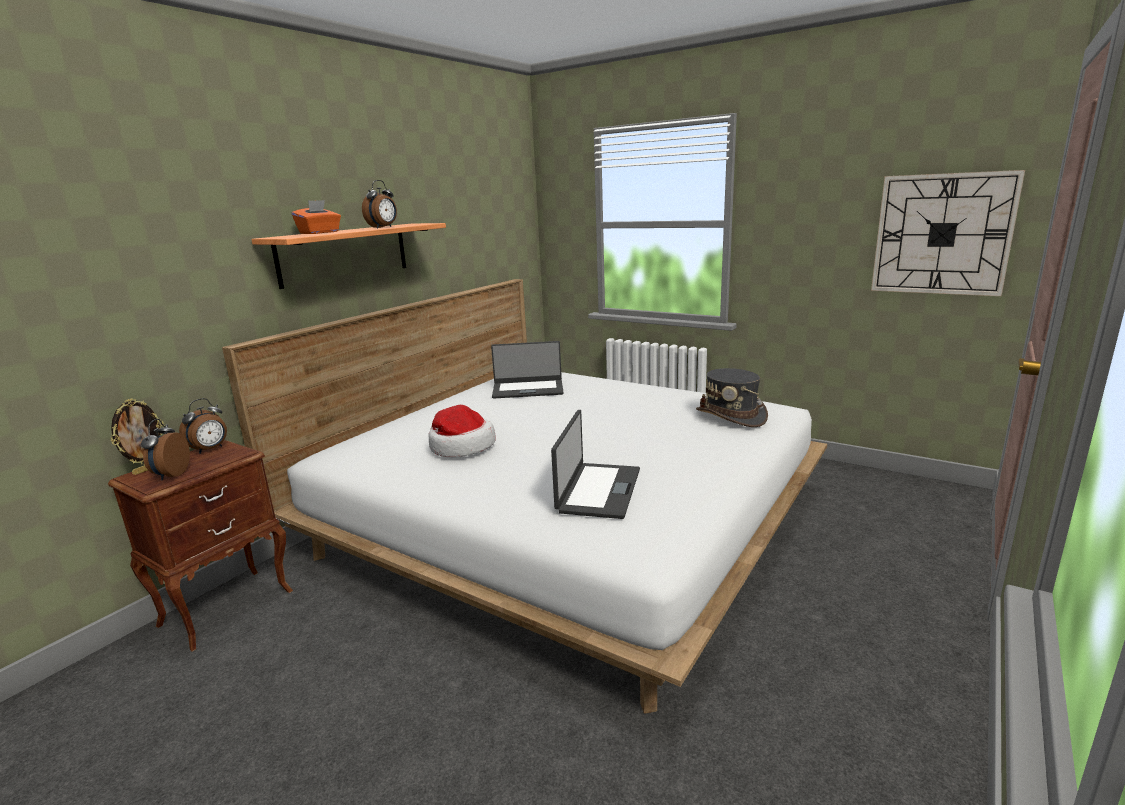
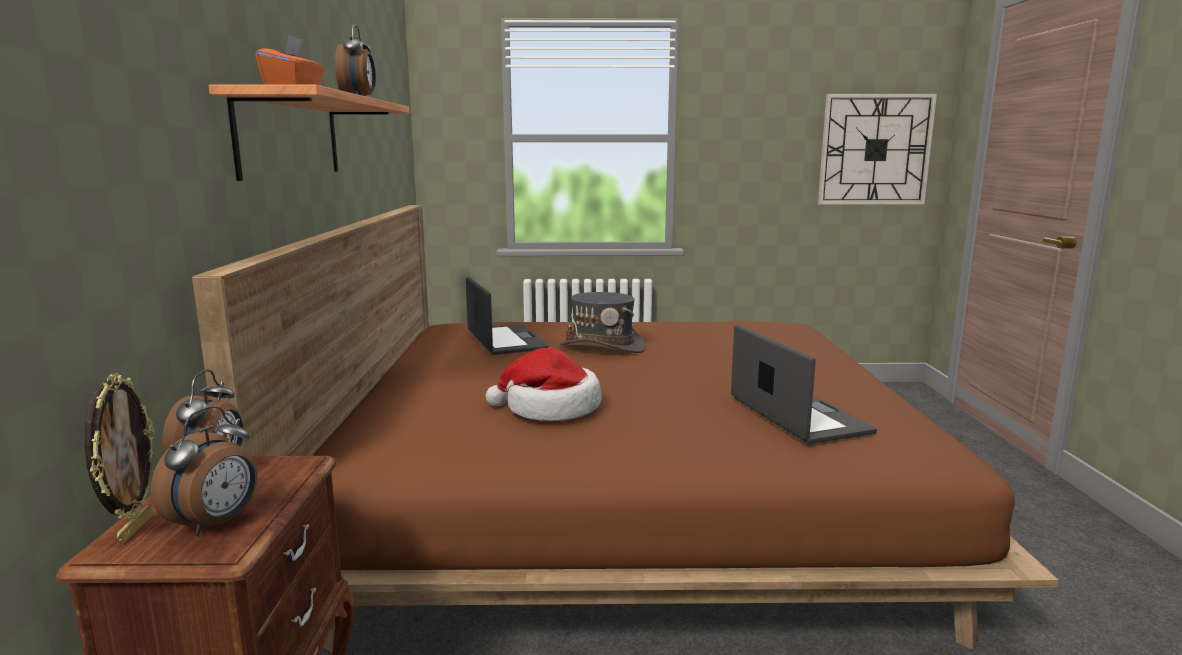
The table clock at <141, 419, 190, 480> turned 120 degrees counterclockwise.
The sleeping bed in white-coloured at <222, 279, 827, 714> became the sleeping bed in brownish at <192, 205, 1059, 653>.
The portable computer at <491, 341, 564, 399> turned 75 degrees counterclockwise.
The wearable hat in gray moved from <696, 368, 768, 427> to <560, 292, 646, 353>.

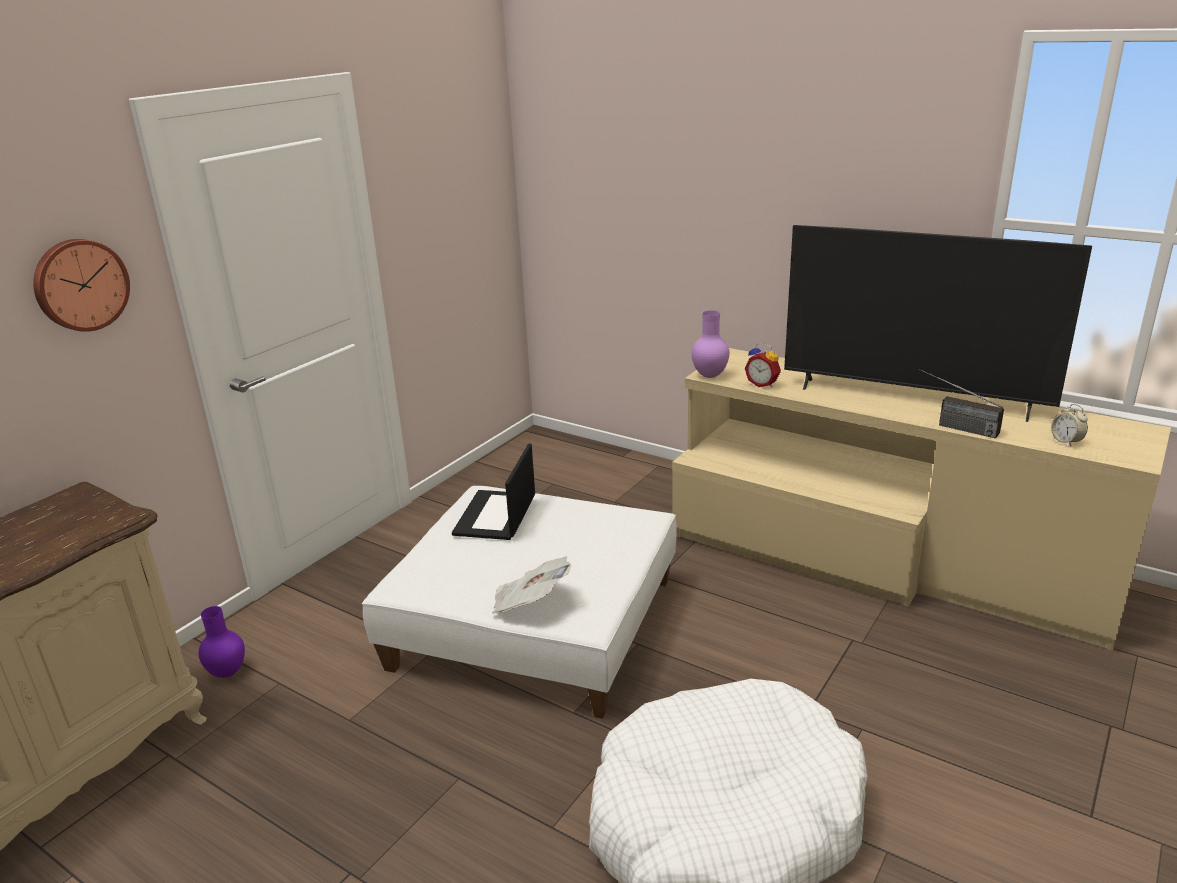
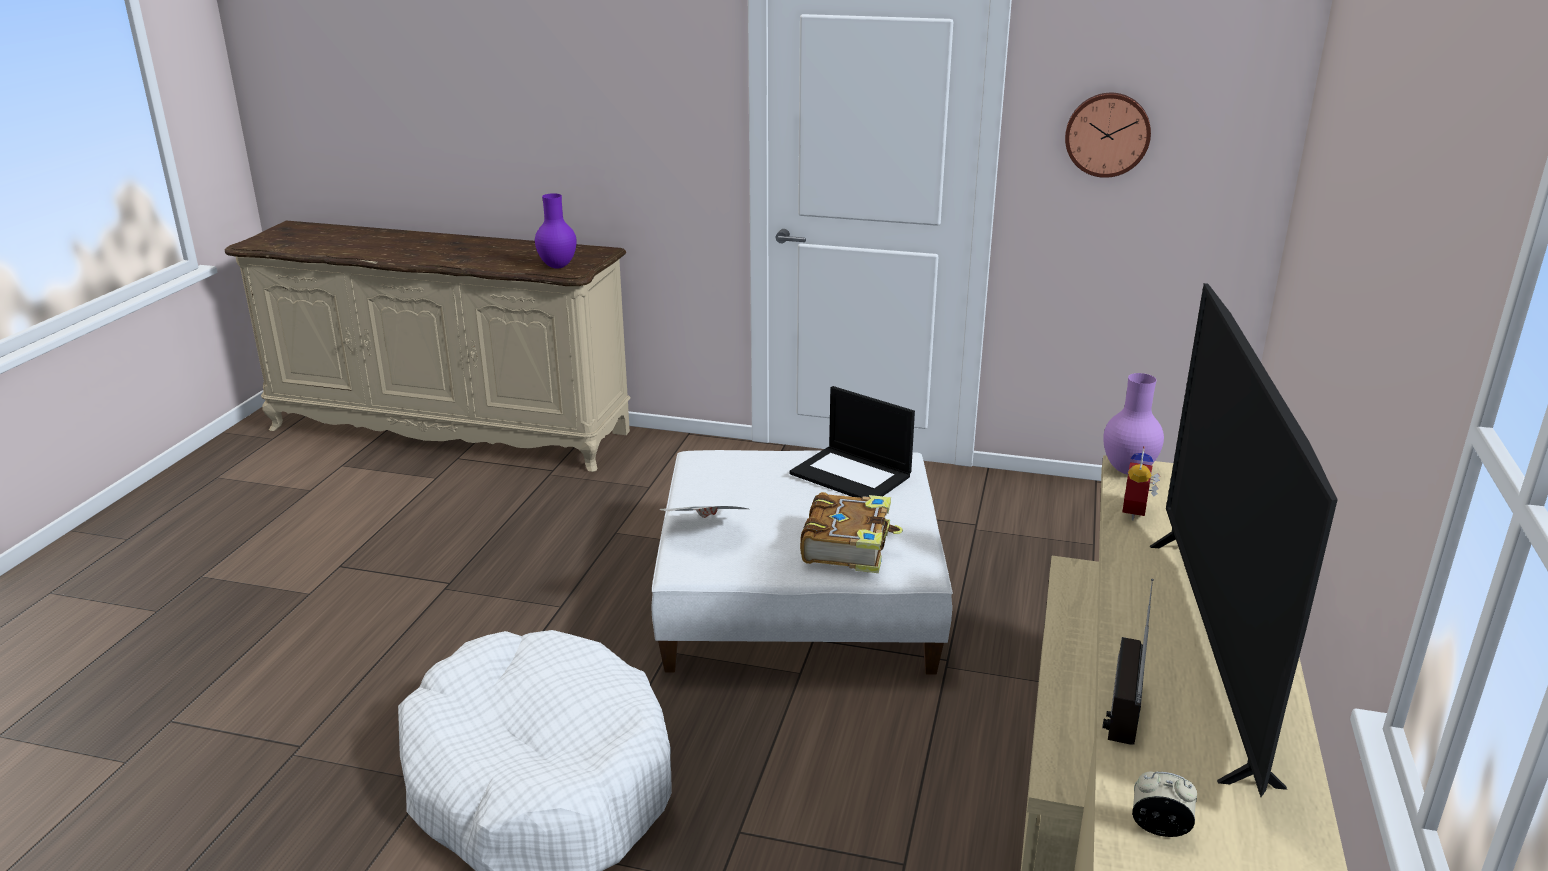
The wall clock moved from <33, 239, 130, 332> to <1065, 93, 1151, 178>.
The flower vase in purple moved from <199, 606, 245, 678> to <535, 193, 577, 269>.
The portable computer at <452, 443, 535, 540> turned 135 degrees counterclockwise.
The table clock at <1051, 404, 1088, 447> turned 60 degrees clockwise.
The book at <800, 492, 903, 573> appeared.

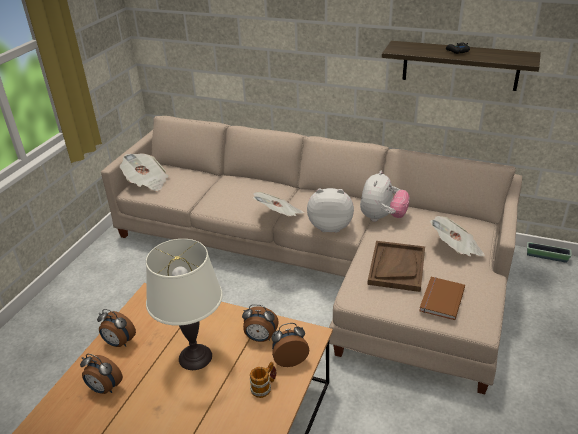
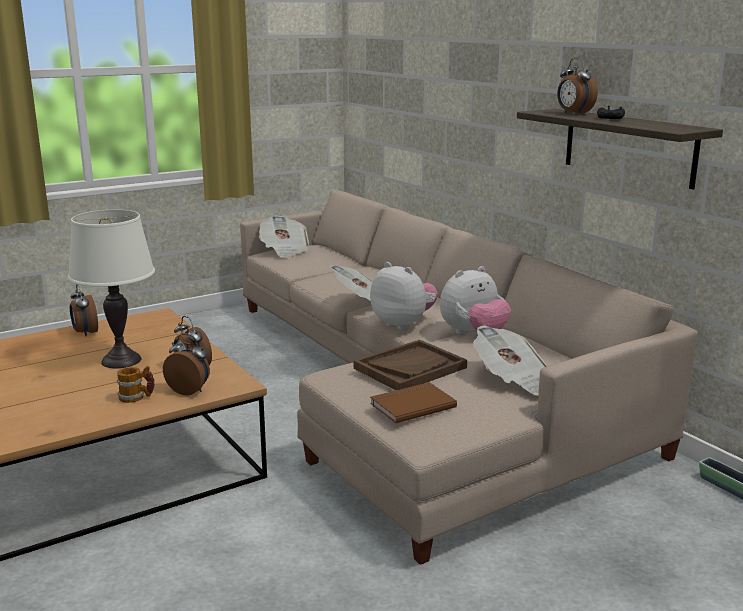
The table clock moved from <80, 354, 123, 394> to <557, 58, 598, 115>.

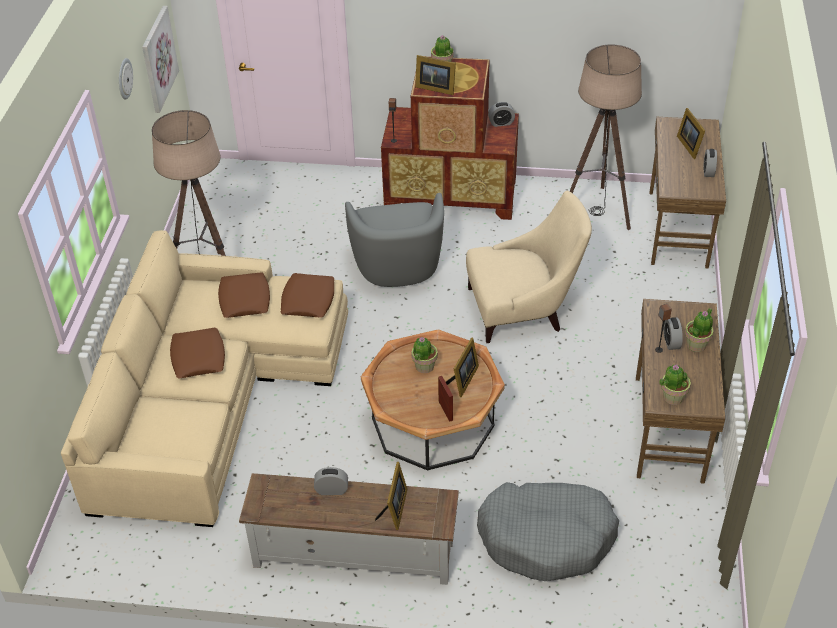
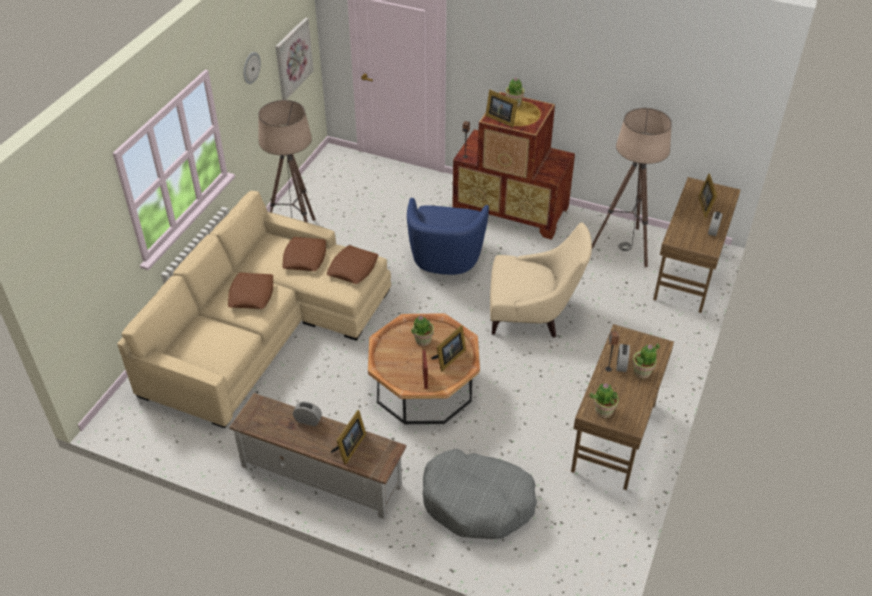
The lounge chair in gray at <345, 193, 444, 287> became the lounge chair in blue at <407, 198, 489, 275>.
The table clock at <488, 102, 515, 127> disappeared.

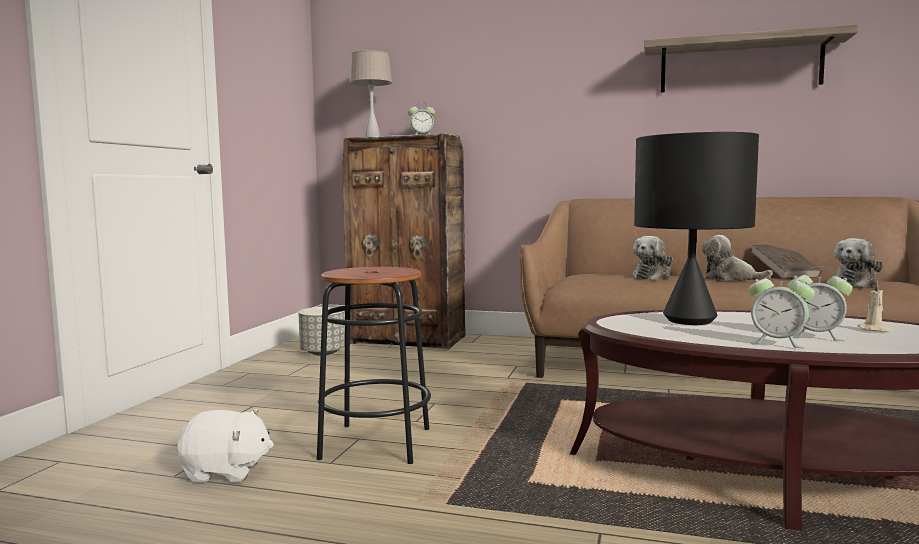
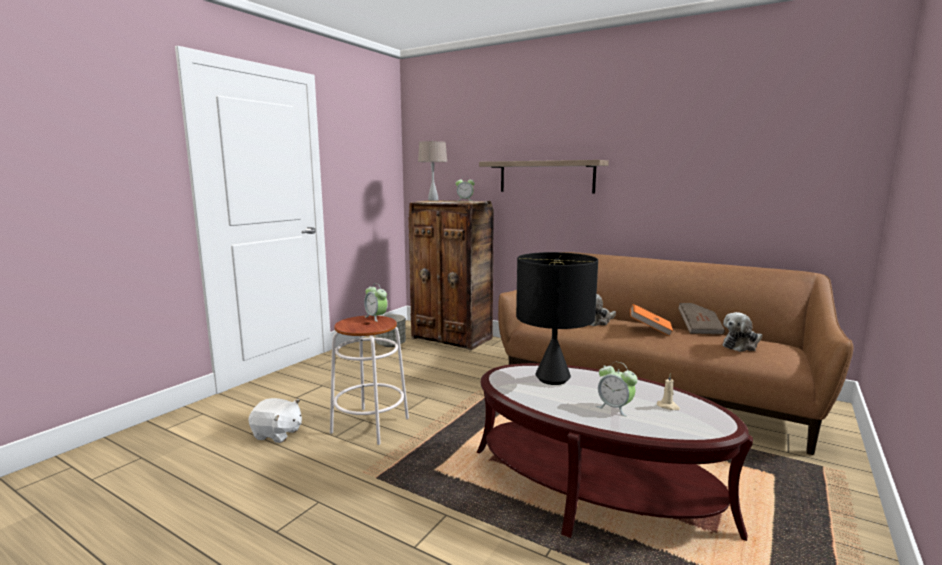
The stool in blackish at <317, 267, 431, 464> became the stool in white-coloured at <330, 315, 409, 445>.
The bracket shelf moved from <644, 24, 858, 93> to <479, 160, 609, 194>.
The plush toy at <702, 235, 773, 281> was replaced by the book in orange-coloured at <630, 304, 673, 336>.
The table clock moved from <749, 270, 815, 348> to <364, 283, 388, 322>.

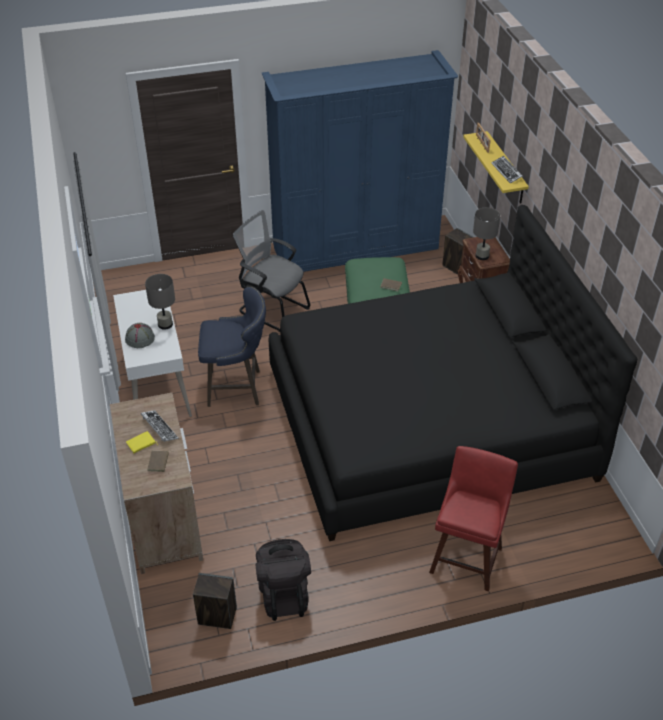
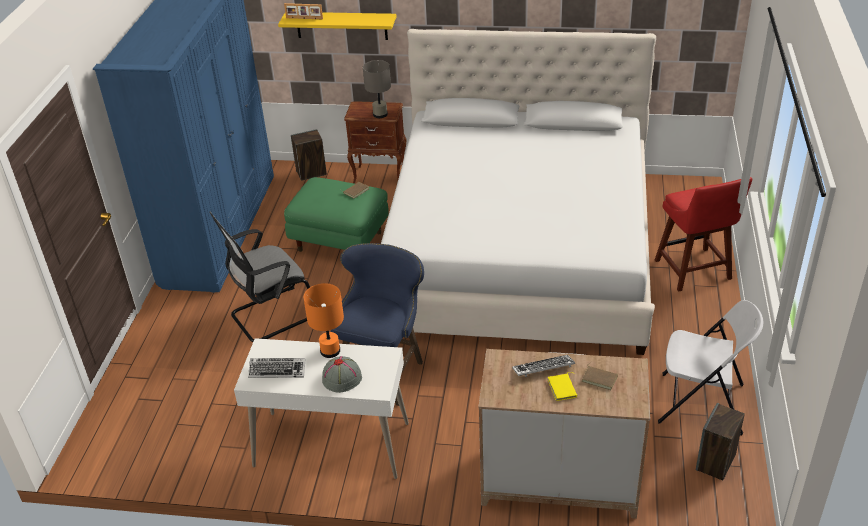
The table lamp in gray at <145, 274, 175, 330> became the table lamp in orange-coloured at <304, 283, 344, 358>.
The backpack in blackish at <255, 539, 311, 621> was replaced by the chair in white-coloured at <658, 300, 763, 436>.
The sleeping bed in blackish at <269, 205, 637, 541> became the sleeping bed in white-coloured at <381, 29, 656, 355>.
The chair in red-coloured at <429, 446, 518, 591> turned 150 degrees counterclockwise.
The computer keyboard moved from <491, 156, 523, 184> to <248, 358, 305, 378>.

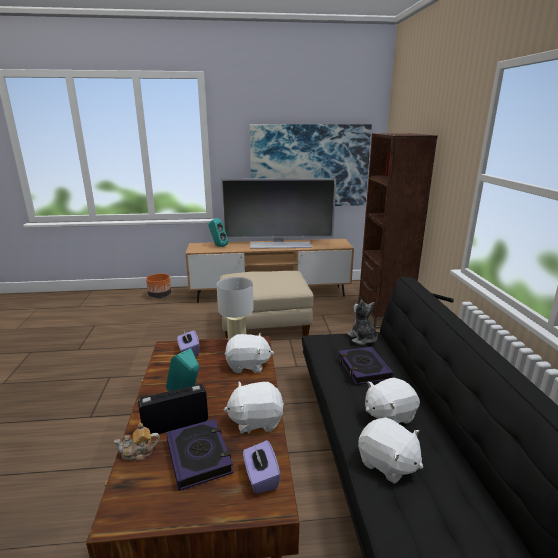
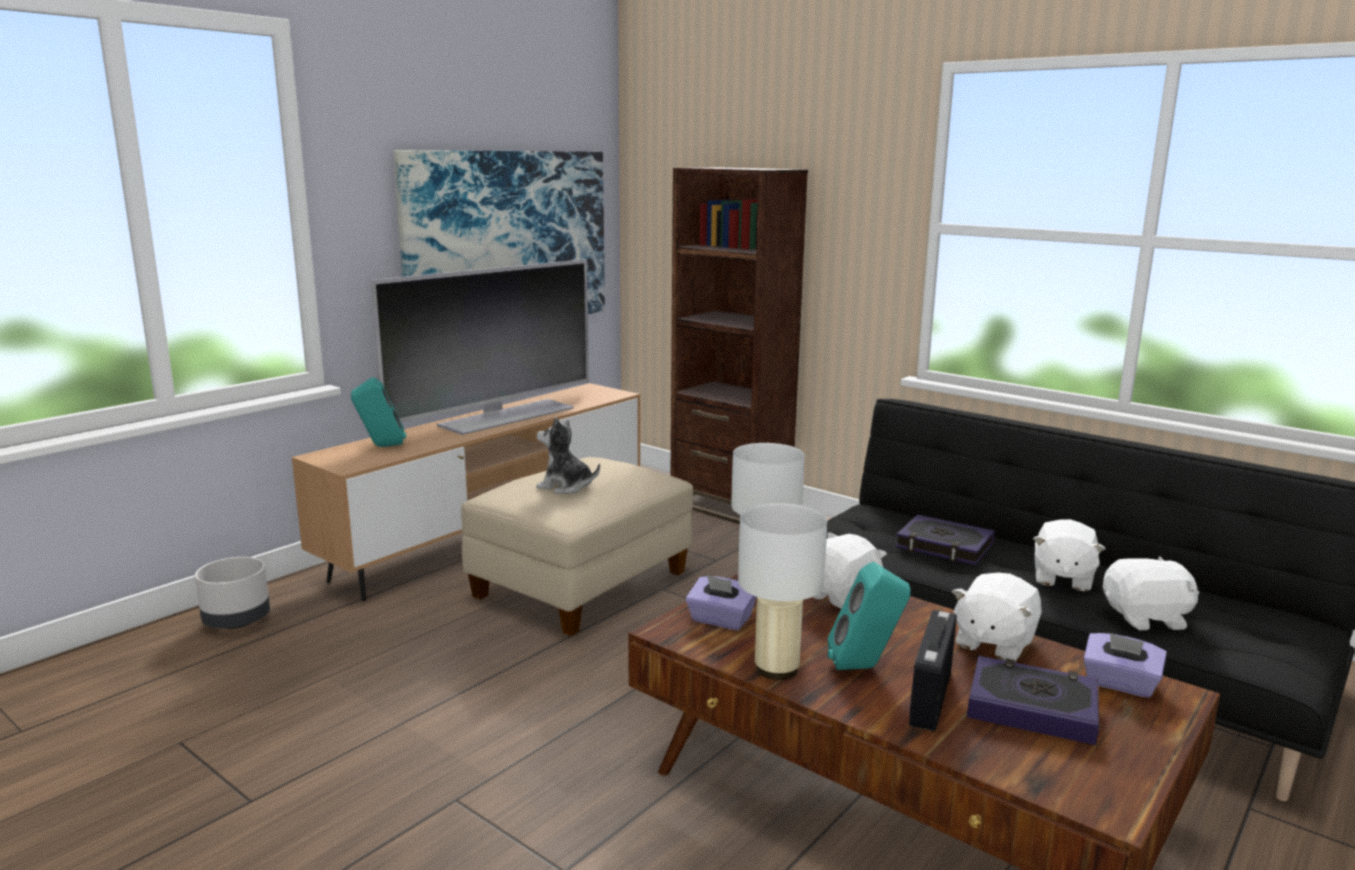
The teapot at <114, 423, 160, 461> disappeared.
The flower pot in orange-coloured at <146, 273, 171, 298> became the flower pot in gray at <195, 557, 270, 629>.
The plush toy moved from <347, 300, 378, 345> to <536, 417, 600, 494>.
The table lamp in white-coloured at <738, 503, 827, 680> appeared.

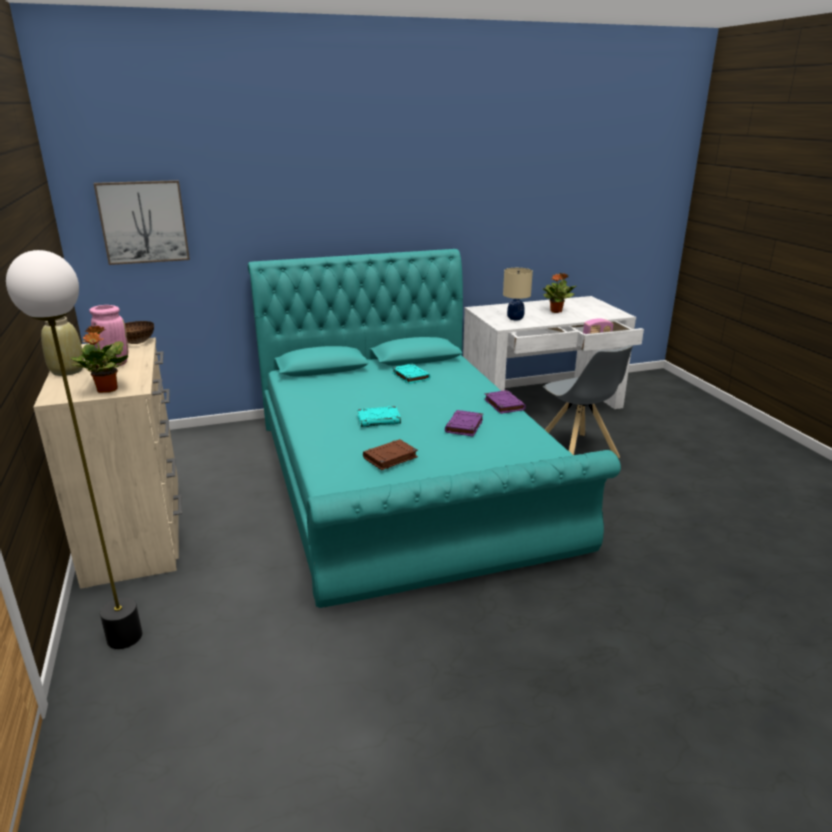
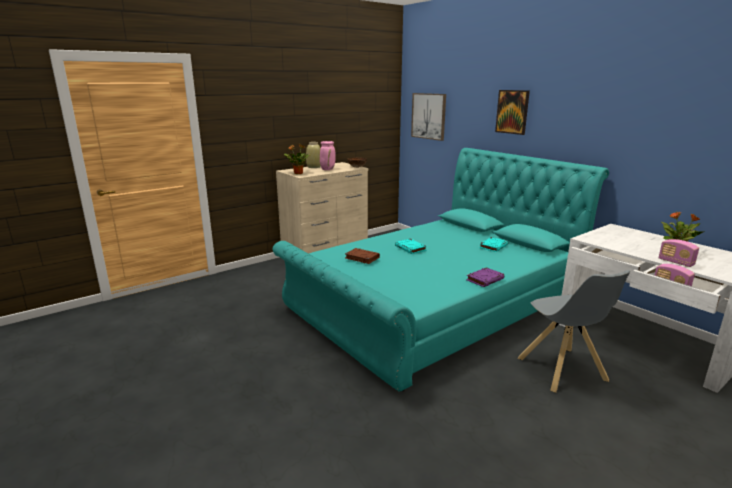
The standard lamp at <6, 250, 142, 649> disappeared.
The book in purple at <445, 410, 483, 436> disappeared.
The table lamp in beige at <503, 268, 533, 320> disappeared.
The chair in gray at <543, 345, 633, 458> turned 60 degrees counterclockwise.
The picture at <495, 90, 530, 135> appeared.
The radio receiver at <658, 239, 699, 267> appeared.

